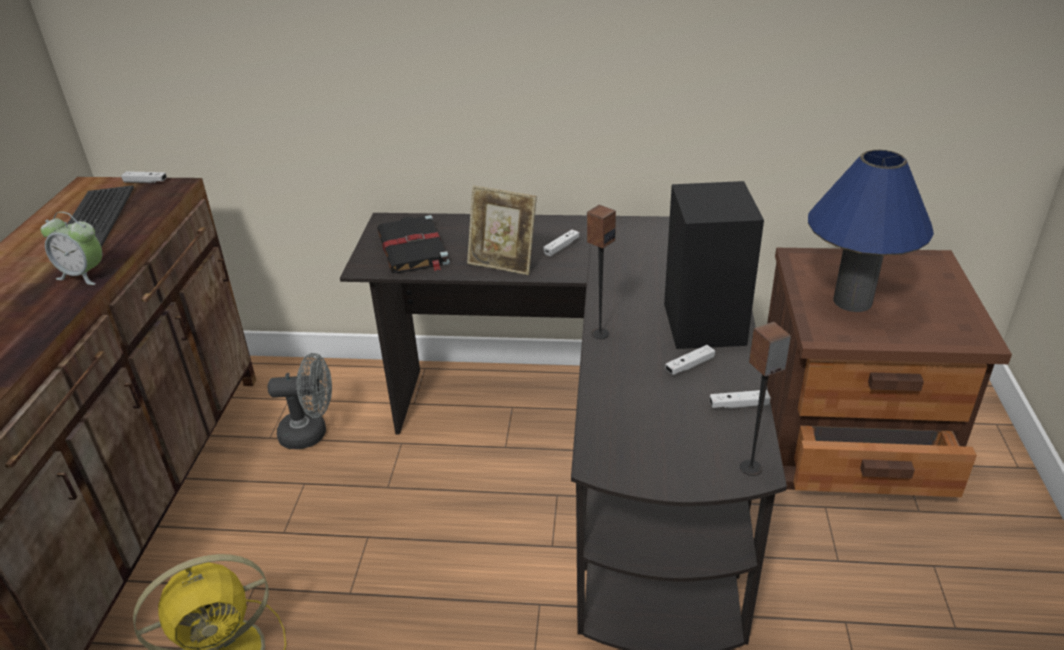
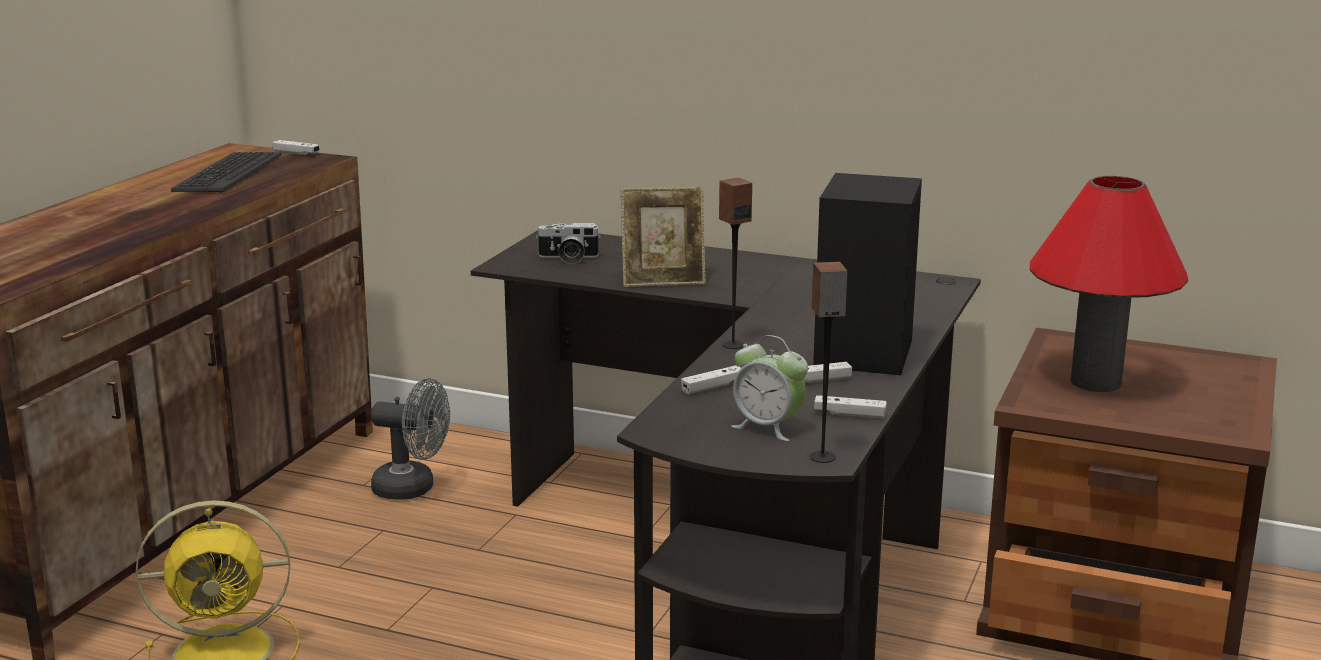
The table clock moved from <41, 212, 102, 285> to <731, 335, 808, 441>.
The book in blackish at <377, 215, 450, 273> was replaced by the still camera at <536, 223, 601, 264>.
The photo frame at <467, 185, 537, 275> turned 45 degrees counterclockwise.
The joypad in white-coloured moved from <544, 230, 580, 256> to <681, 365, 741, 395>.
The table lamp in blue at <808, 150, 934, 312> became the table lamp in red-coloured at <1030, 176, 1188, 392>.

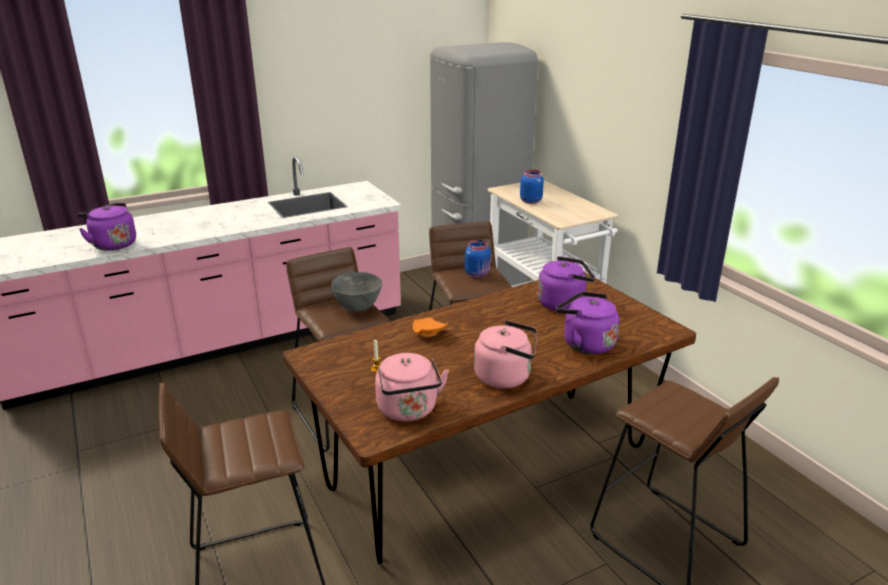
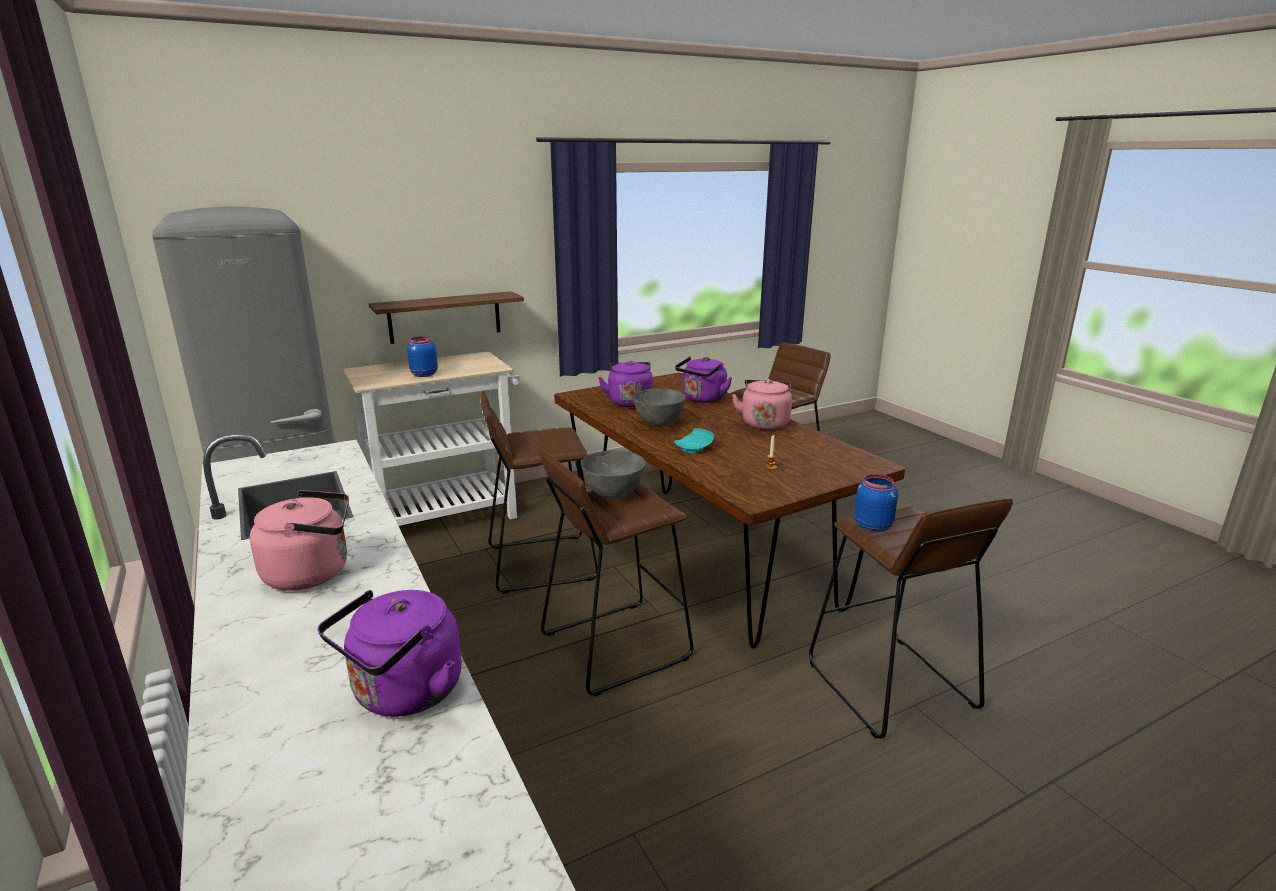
The tea kettle in pinkish moved from <375, 353, 449, 422> to <250, 490, 349, 591>.
The plate in orange-coloured at <413, 317, 448, 337> became the plate in turquoise-coloured at <674, 428, 714, 453>.
The storage jar in blue moved from <465, 240, 491, 278> to <854, 474, 898, 532>.
The bracket shelf at <369, 291, 524, 344> appeared.
The deep dish in gray at <633, 388, 686, 426> appeared.

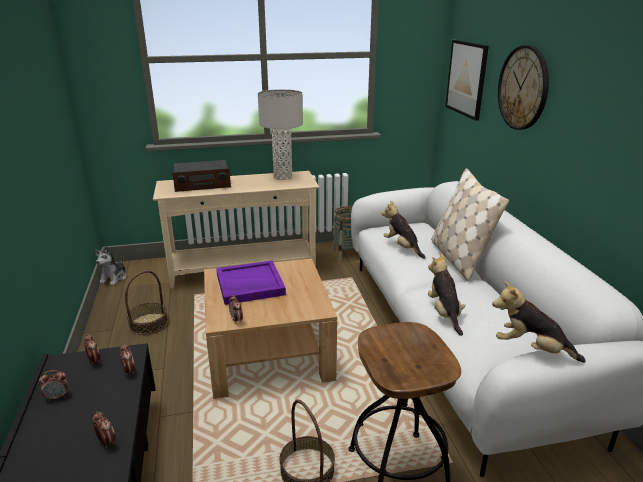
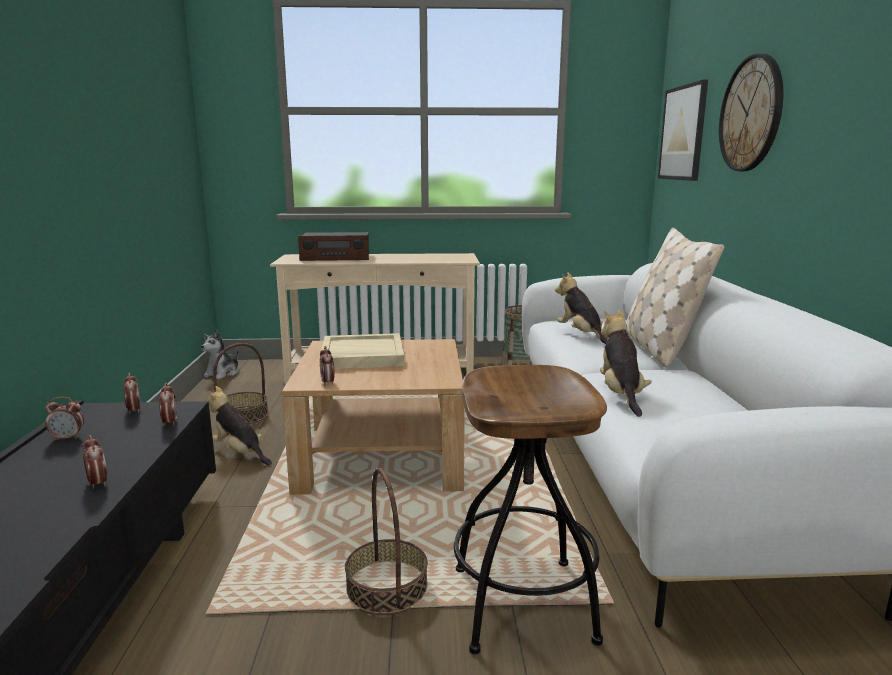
The tray in purple at <216, 260, 286, 305> became the tray in beige at <321, 333, 404, 369>.
The table lamp in white-coloured at <258, 89, 303, 180> disappeared.
The plush toy moved from <492, 281, 585, 363> to <208, 386, 272, 465>.

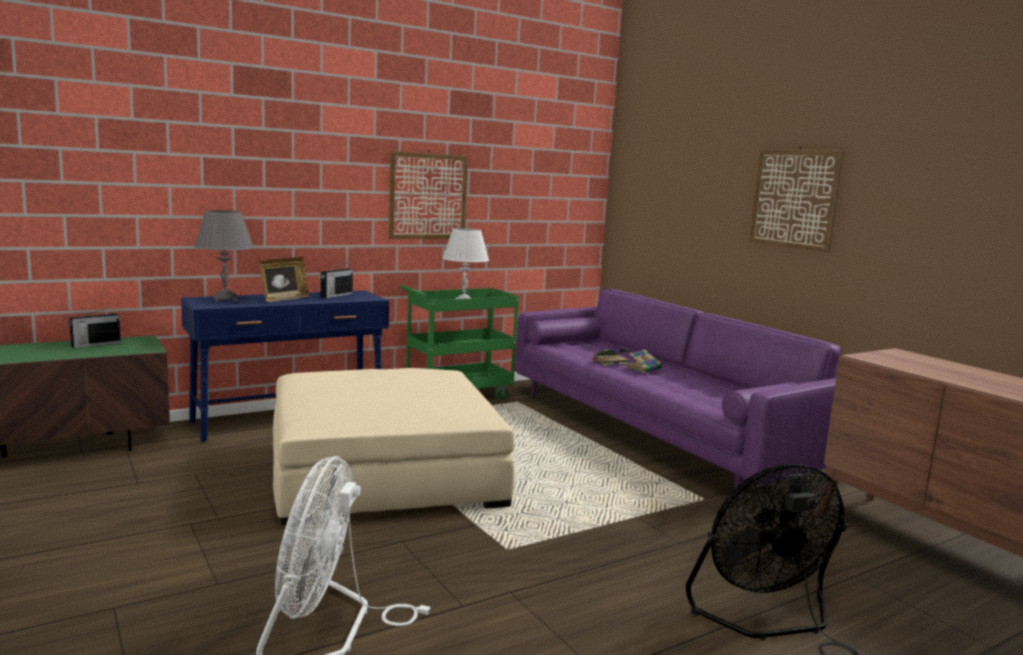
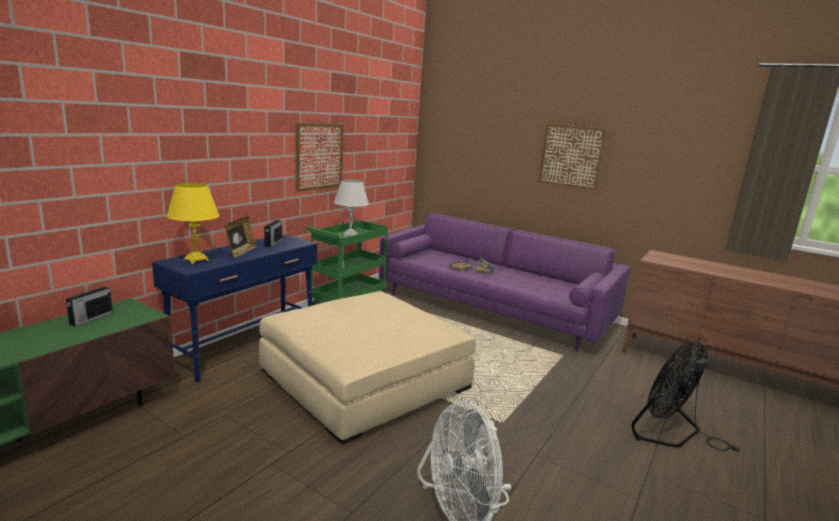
The table lamp in gray at <194, 210, 254, 302> became the table lamp in yellow at <167, 183, 220, 264>.

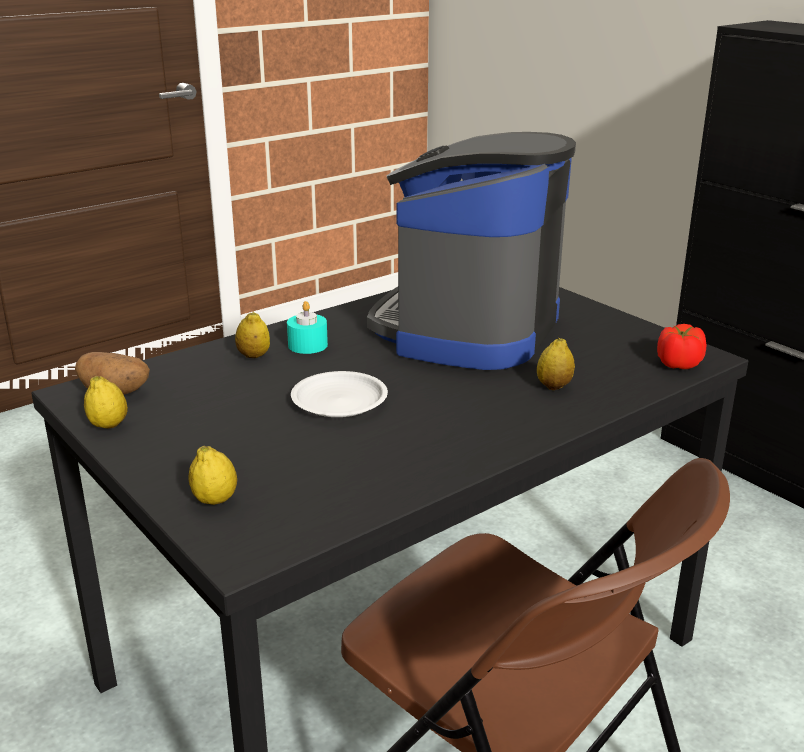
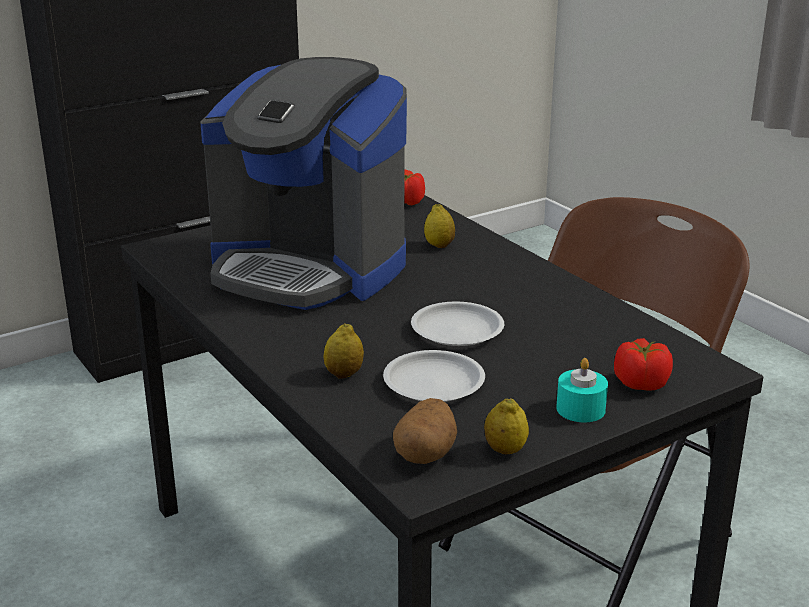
The lemon at <188, 446, 237, 505> was replaced by the whole tomato at <614, 338, 673, 391>.
The wax candle in turquoise-coloured moved from <287, 301, 328, 354> to <556, 358, 608, 422>.
The plate in white-coloured at <383, 350, 485, 402> appeared.

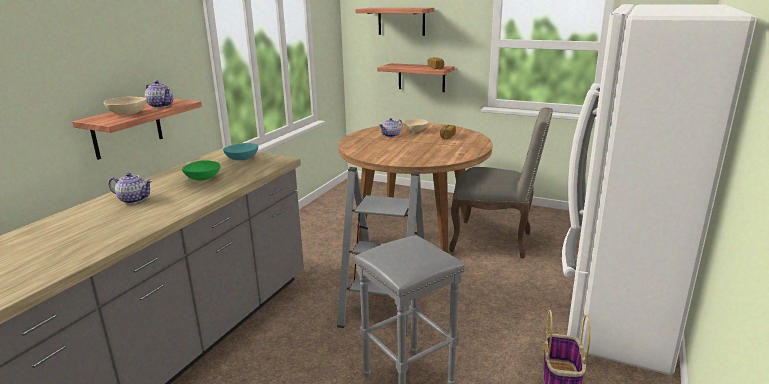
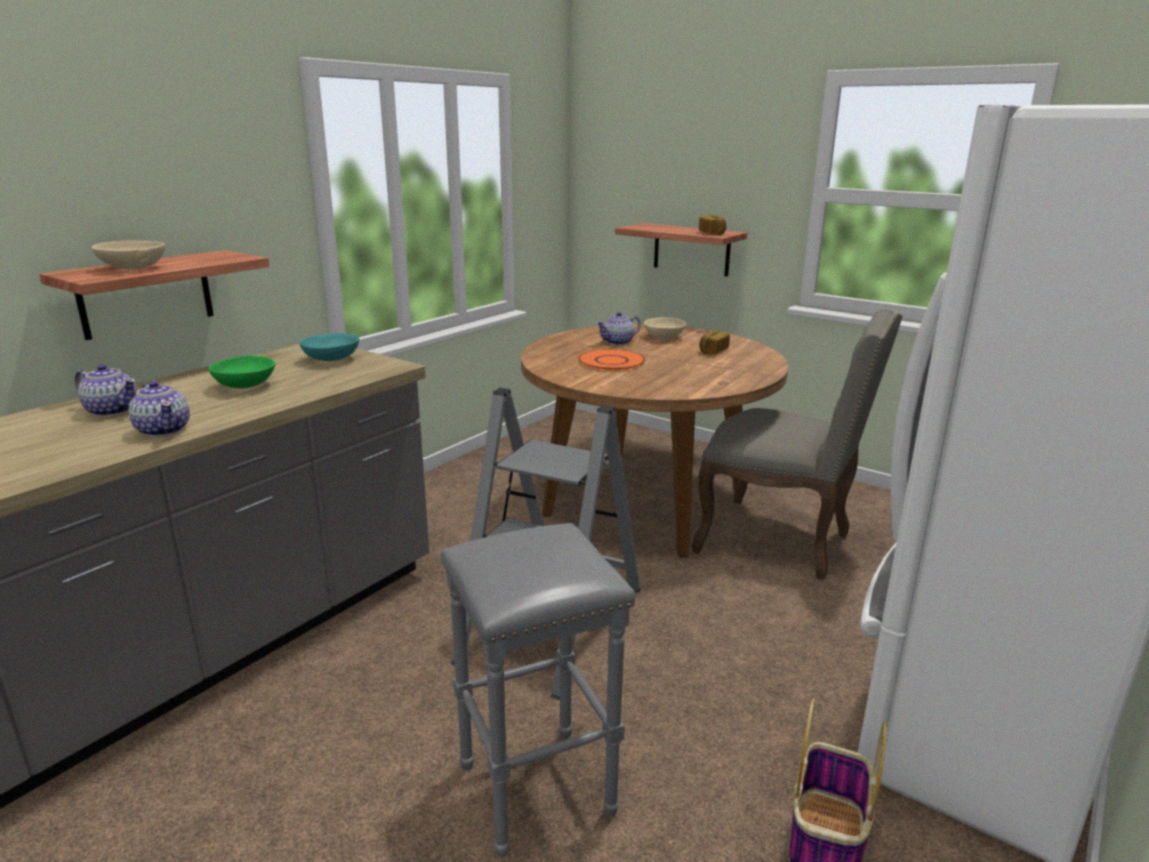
The teapot moved from <145, 80, 173, 108> to <129, 381, 190, 437>.
The bracket shelf at <355, 8, 435, 36> disappeared.
The plate in orange-coloured at <578, 349, 645, 371> appeared.

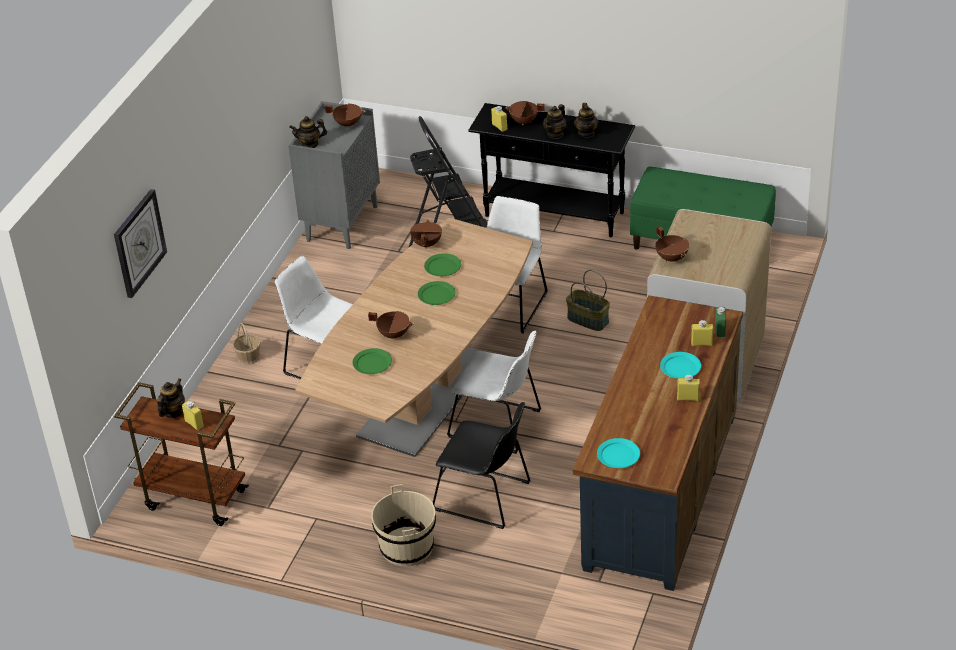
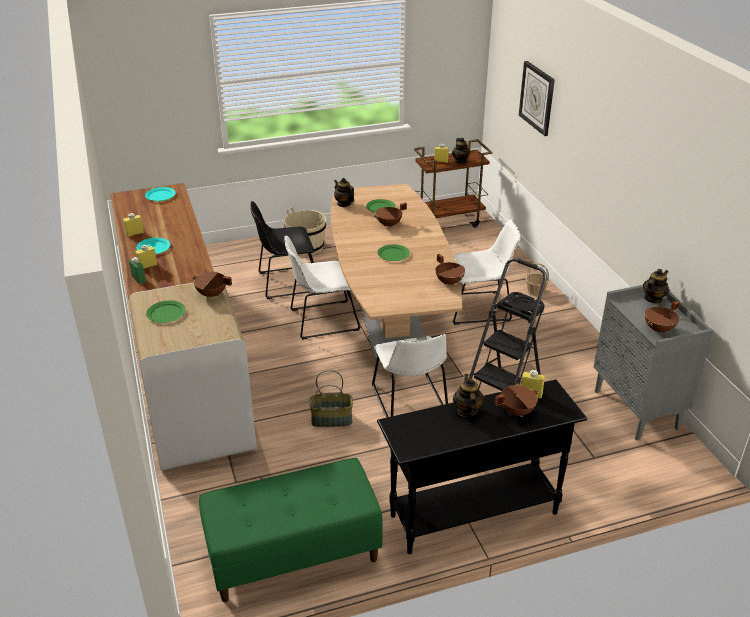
The plate in green-coloured moved from <424, 253, 461, 276> to <146, 300, 186, 323>.
The teapot moved from <574, 103, 599, 138> to <334, 178, 354, 207>.

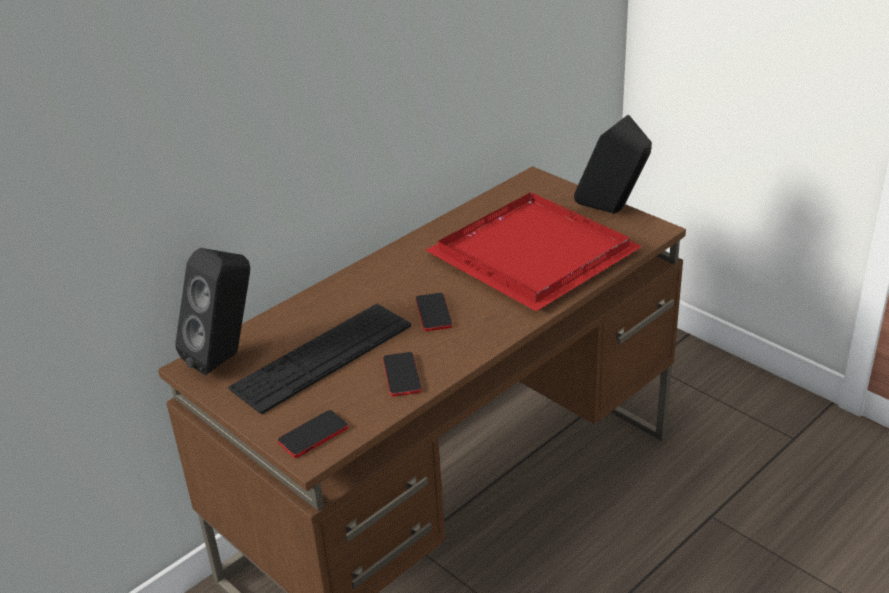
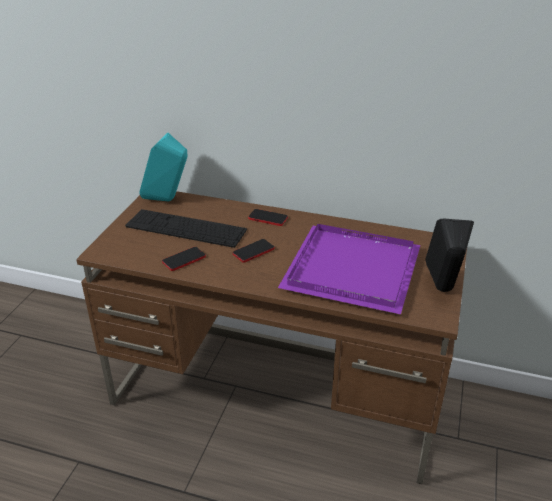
The speaker in blackish at <175, 248, 250, 376> became the speaker in turquoise-coloured at <139, 133, 187, 202>.
The telephone moved from <277, 410, 348, 458> to <248, 209, 288, 226>.
The tray in red-coloured at <426, 192, 642, 311> became the tray in purple at <278, 224, 421, 314>.

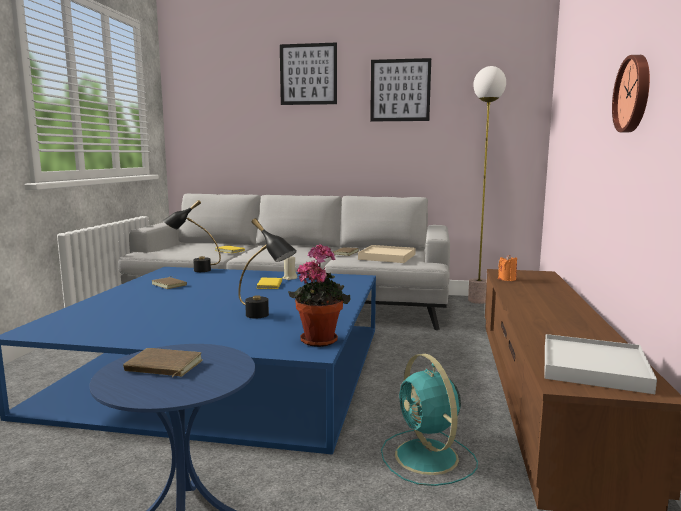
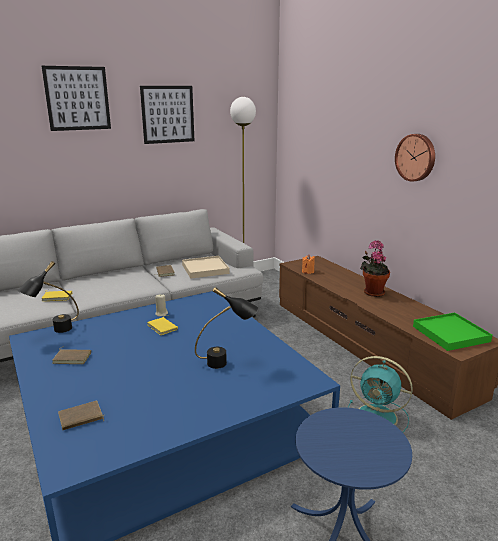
The book in brownish moved from <123, 348, 203, 377> to <58, 401, 104, 430>.
The plant in a pot moved from <288, 244, 351, 347> to <360, 240, 390, 297>.
The tray in white-coloured at <545, 334, 657, 394> became the tray in green-coloured at <413, 313, 492, 351>.

